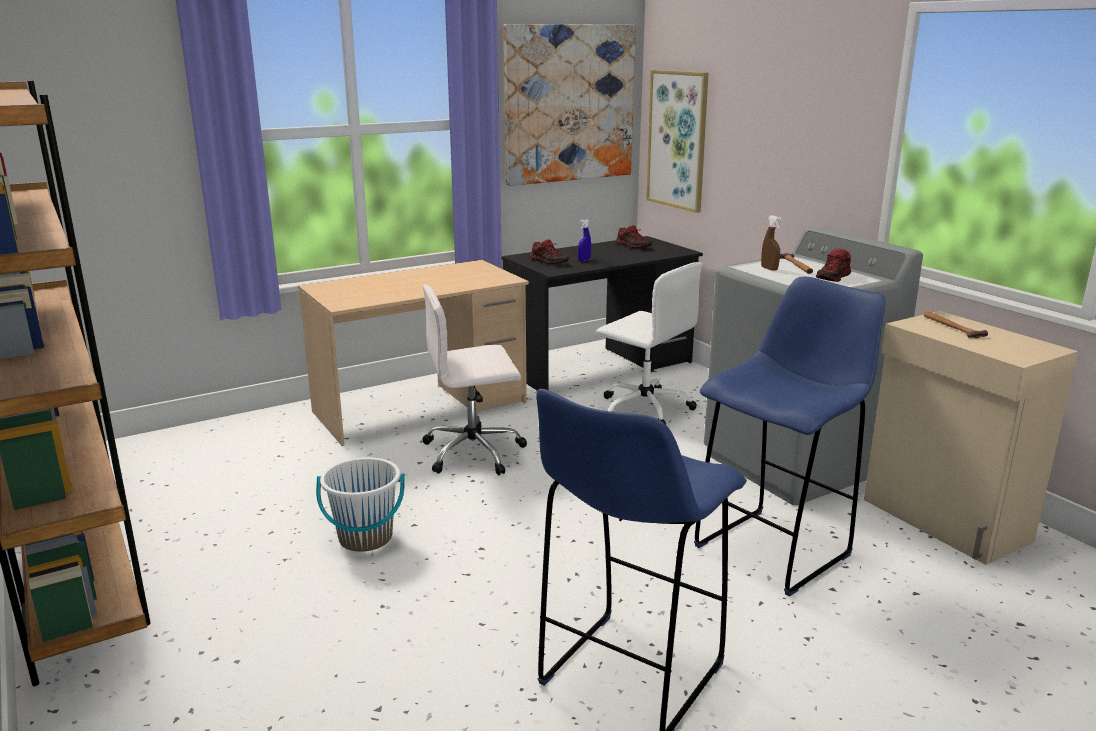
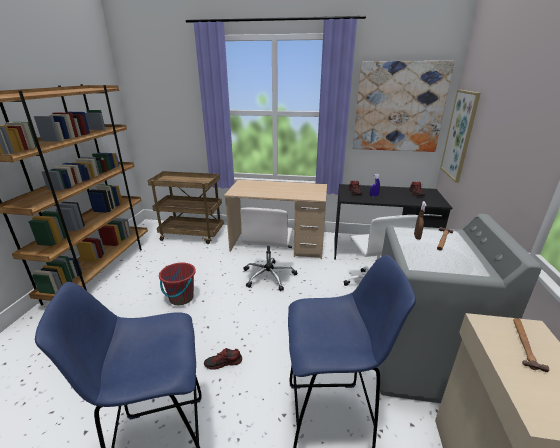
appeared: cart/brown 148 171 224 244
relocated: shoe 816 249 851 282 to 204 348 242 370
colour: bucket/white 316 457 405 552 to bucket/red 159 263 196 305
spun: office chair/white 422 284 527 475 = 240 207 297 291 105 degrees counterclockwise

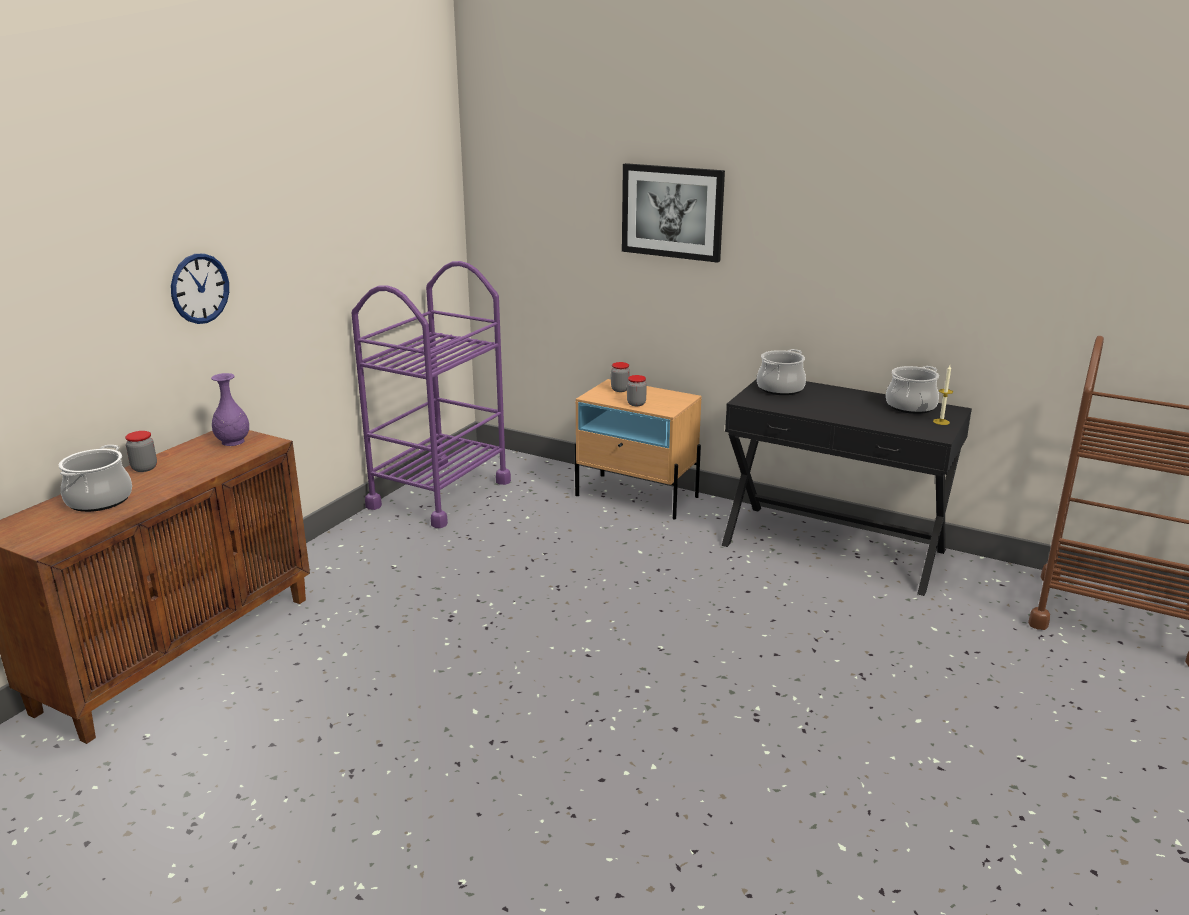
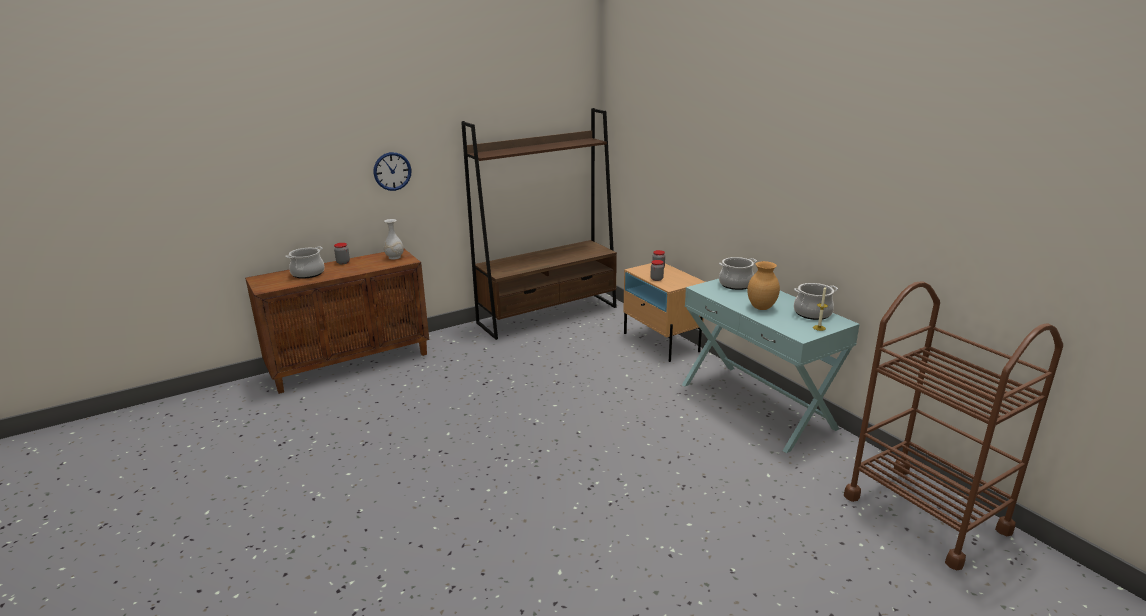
missing: picture 622 163 725 263
appeared: vase/brown 747 261 780 310
exchanged: cart/purple 351 261 511 528 to bookcase/brown 461 108 617 340
colour: vase/purple 211 373 249 446 to vase/white 384 219 404 260; console table/black 722 379 972 596 to console table/turquoise 682 279 860 453

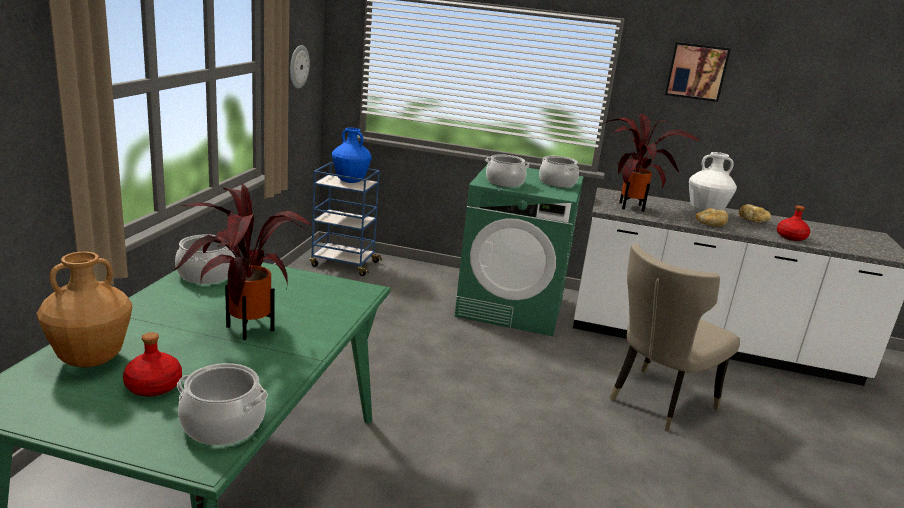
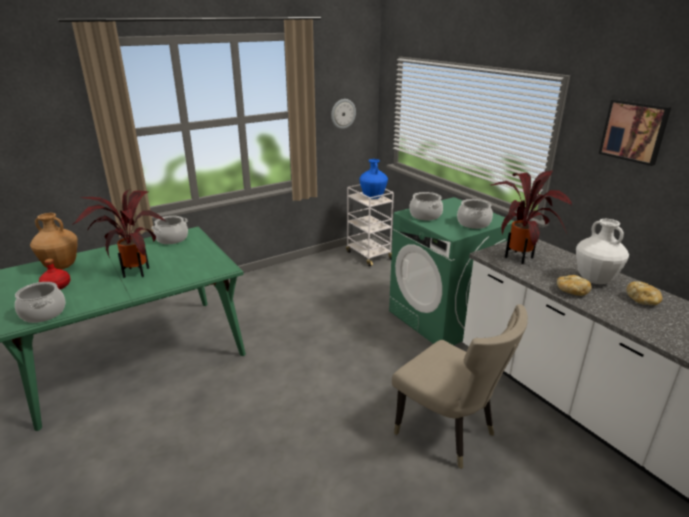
missing: bottle/red 777 205 810 241
colour: cart/blue 310 162 382 276 to cart/white 346 184 394 266
spun: chair/beige 609 244 740 432 = 392 304 528 469 135 degrees counterclockwise

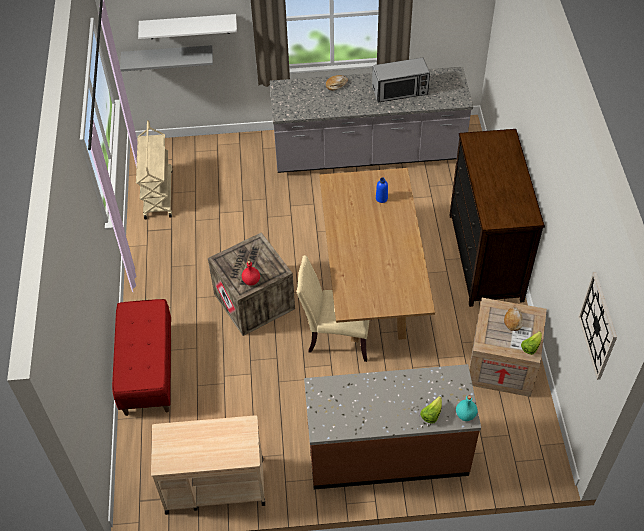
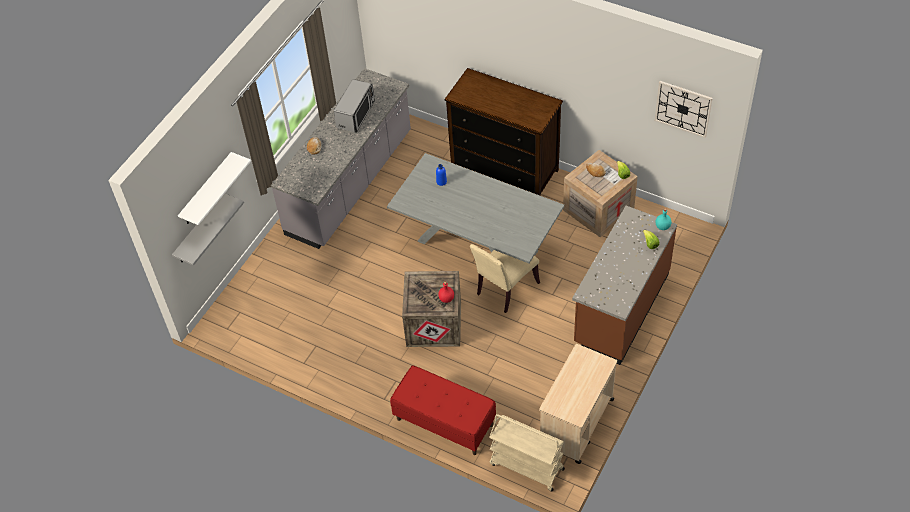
relocated: cart/beige 136 120 172 219 to 489 414 565 492
colour: dining table/brown 319 168 435 342 to dining table/grey 387 153 564 263

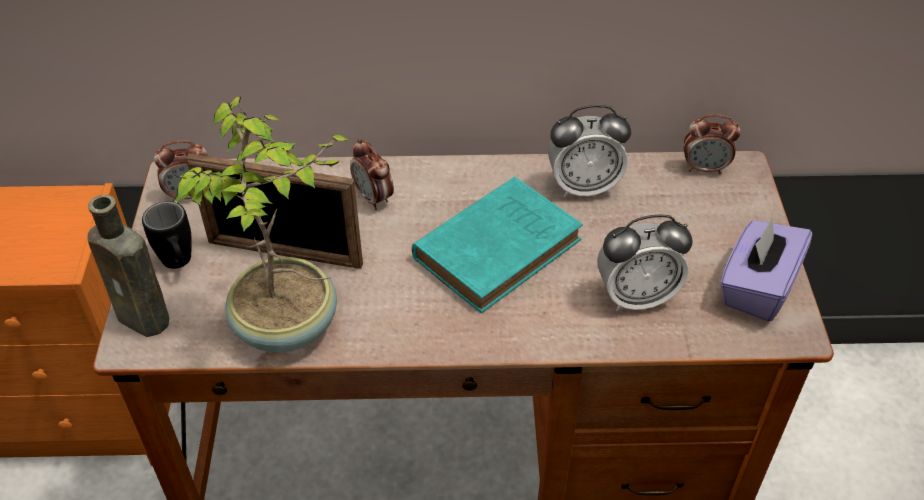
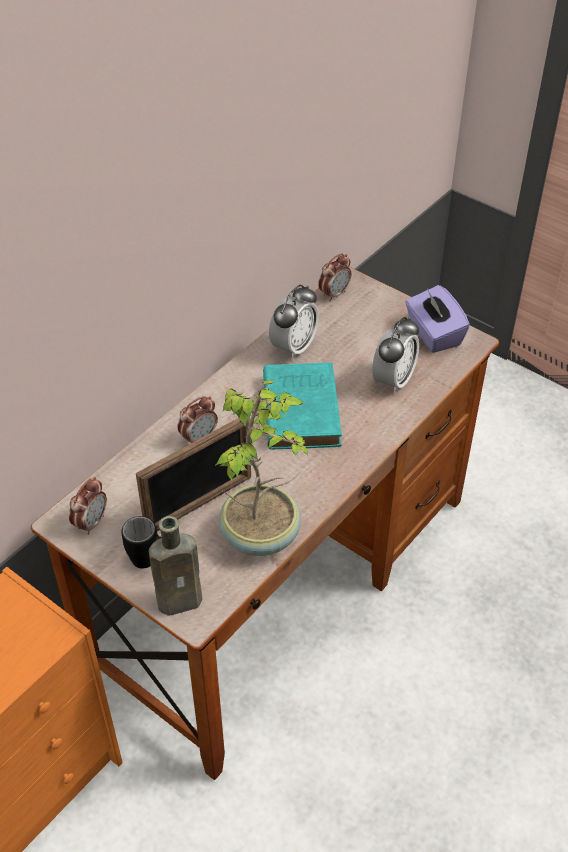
spun: alarm clock 350 139 394 210 = 177 396 218 443 45 degrees counterclockwise

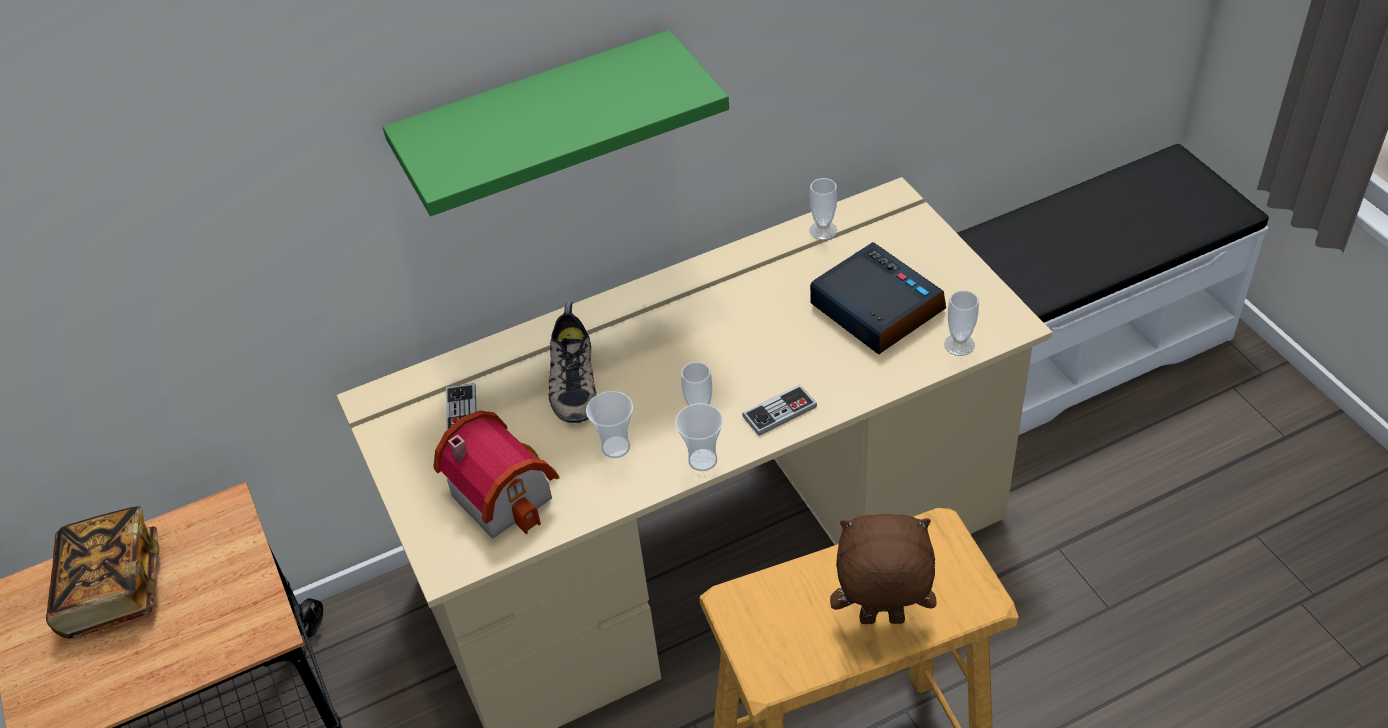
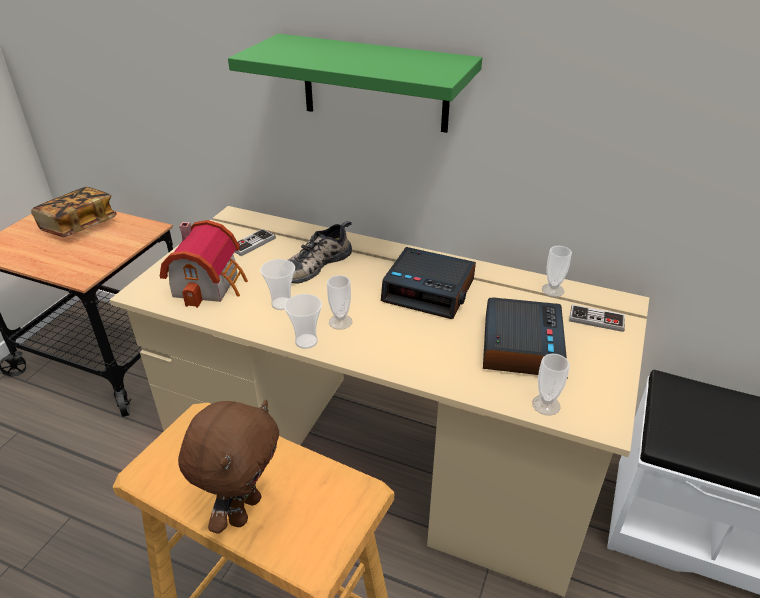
appeared: alarm clock 381 247 476 319
relocated: game controller 742 385 817 436 to 569 304 625 332
spun: plush toy/brown 830 514 936 624 = 178 400 279 534 60 degrees clockwise

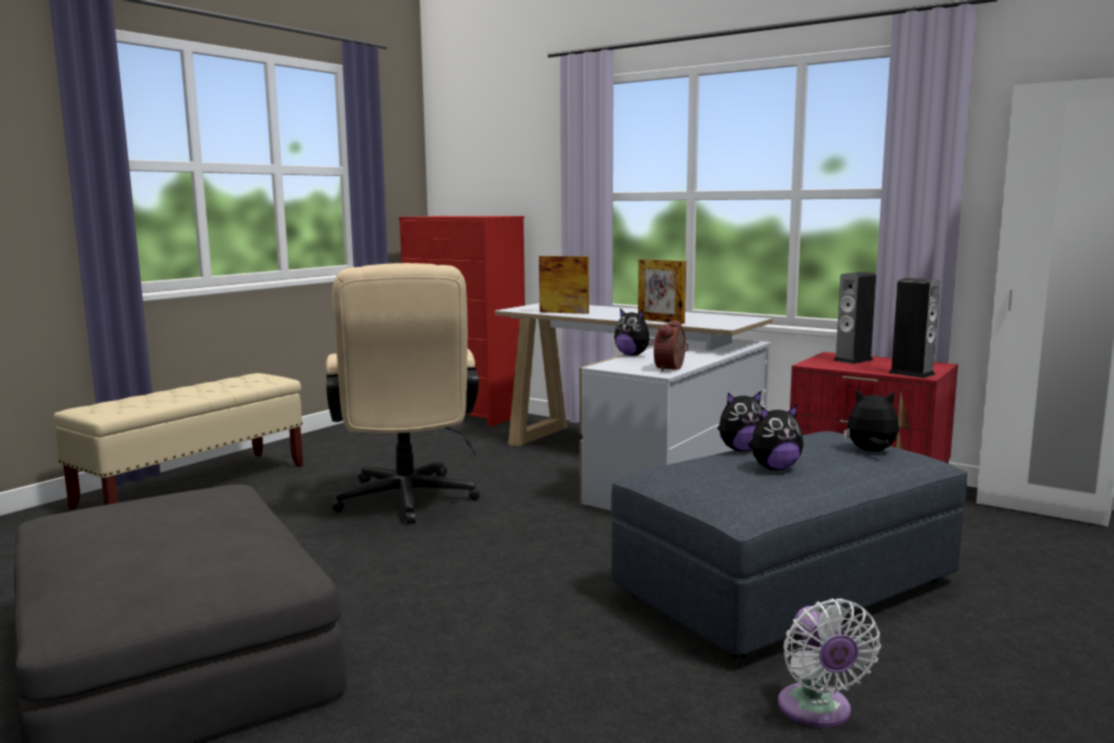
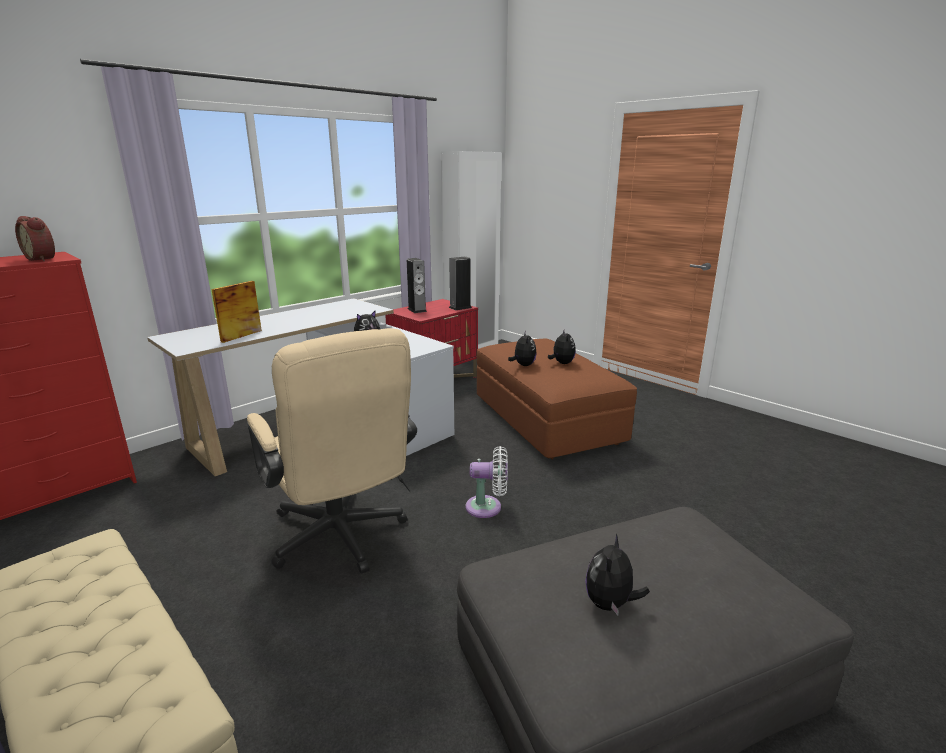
missing: picture frame 638 259 686 324
relocated: alarm clock 654 320 688 372 to 15 216 55 261; plush toy 843 389 899 451 to 585 534 650 617; fan/white 778 599 881 728 to 465 446 508 518
colour: ottoman/grey 611 431 967 658 to ottoman/brown 477 338 637 459
spun: office chair/beige 326 263 480 524 = 247 328 417 574 60 degrees clockwise

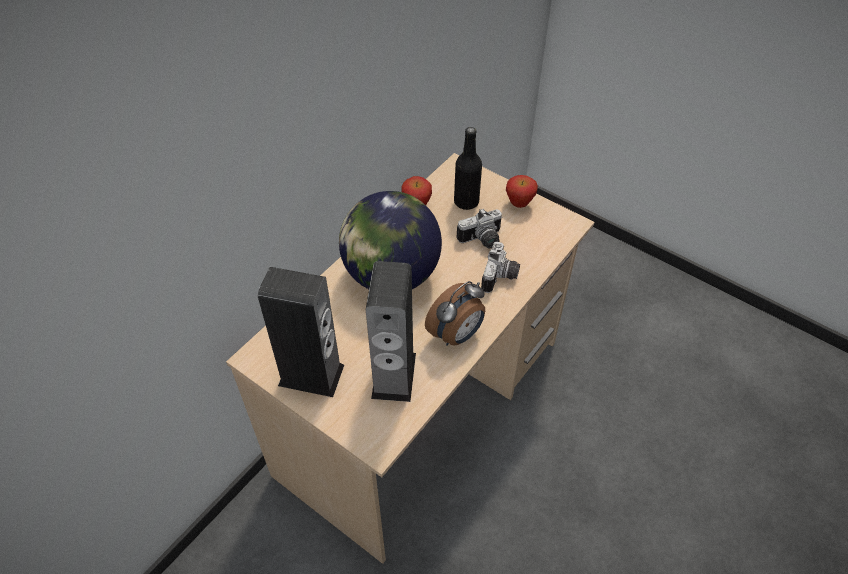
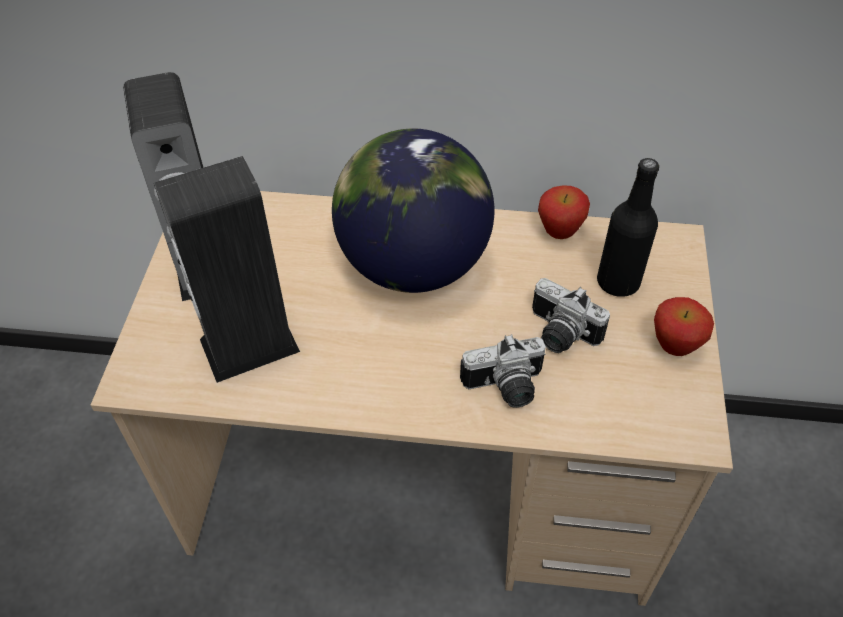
missing: alarm clock 425 281 485 346

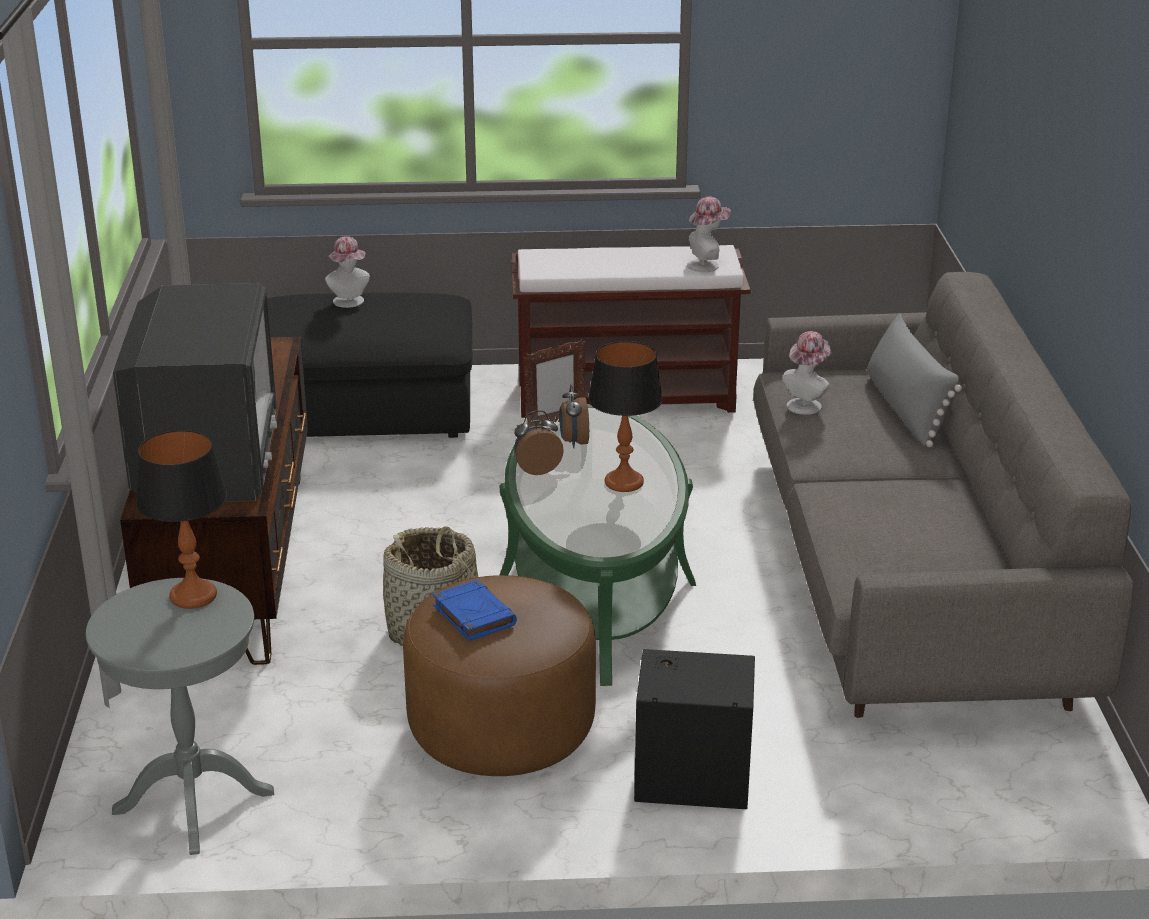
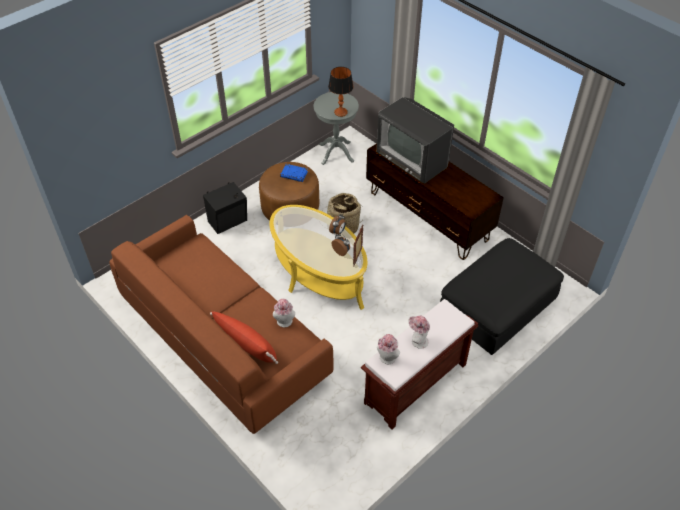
missing: table lamp 588 341 663 492
relocated: hat 325 236 370 308 to 408 315 430 349
colour: sofa/grey 753 272 1134 718 to sofa/brown 109 215 333 434; pillow/grey 867 313 962 447 to pillow/red 210 312 278 364; coffee table/green 500 404 696 686 to coffee table/yellow 270 205 367 310

